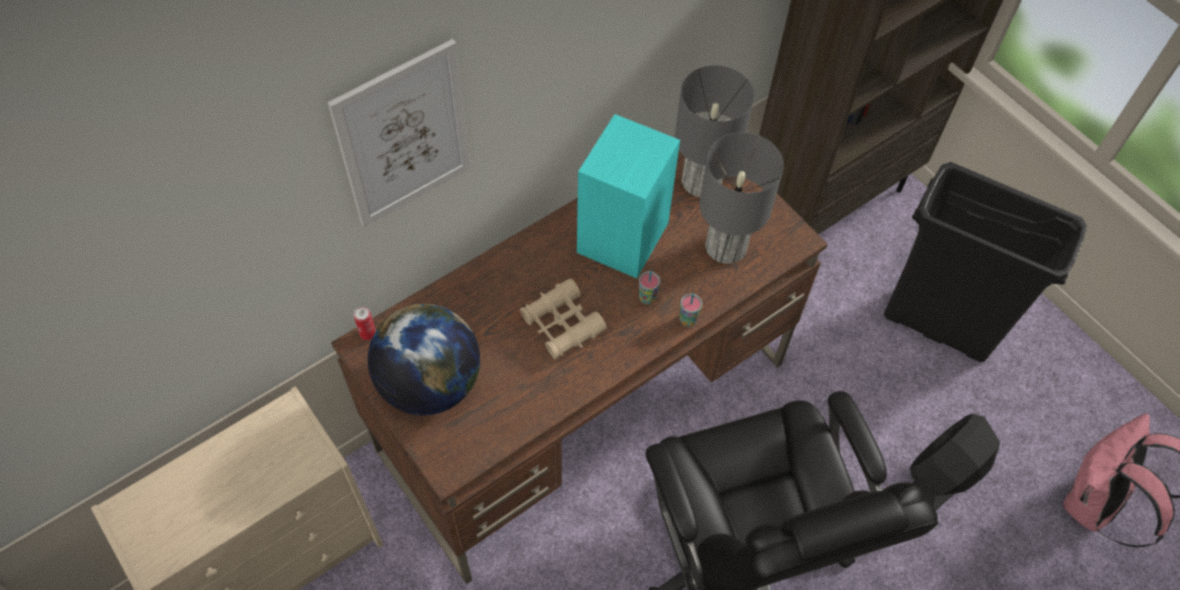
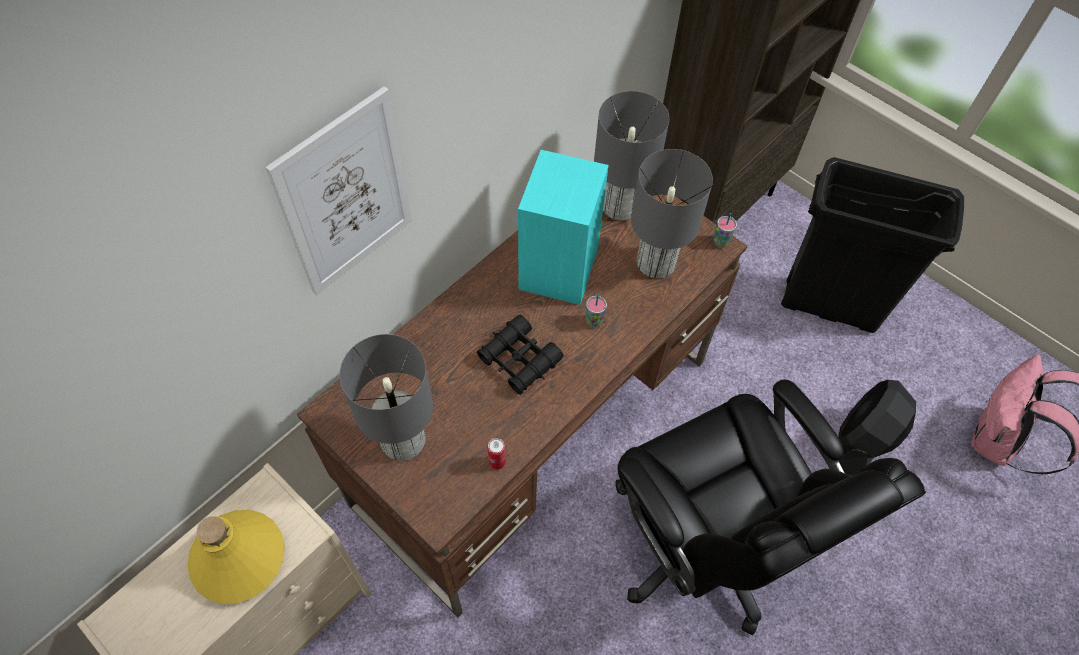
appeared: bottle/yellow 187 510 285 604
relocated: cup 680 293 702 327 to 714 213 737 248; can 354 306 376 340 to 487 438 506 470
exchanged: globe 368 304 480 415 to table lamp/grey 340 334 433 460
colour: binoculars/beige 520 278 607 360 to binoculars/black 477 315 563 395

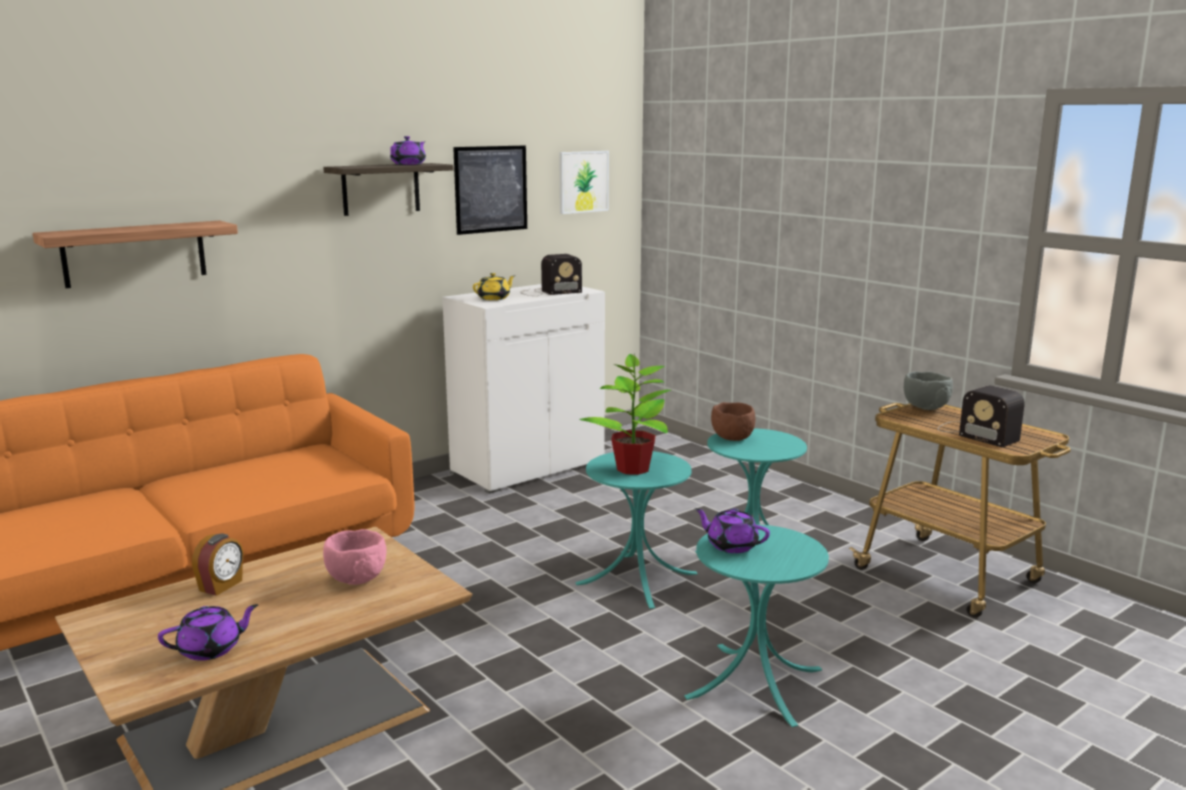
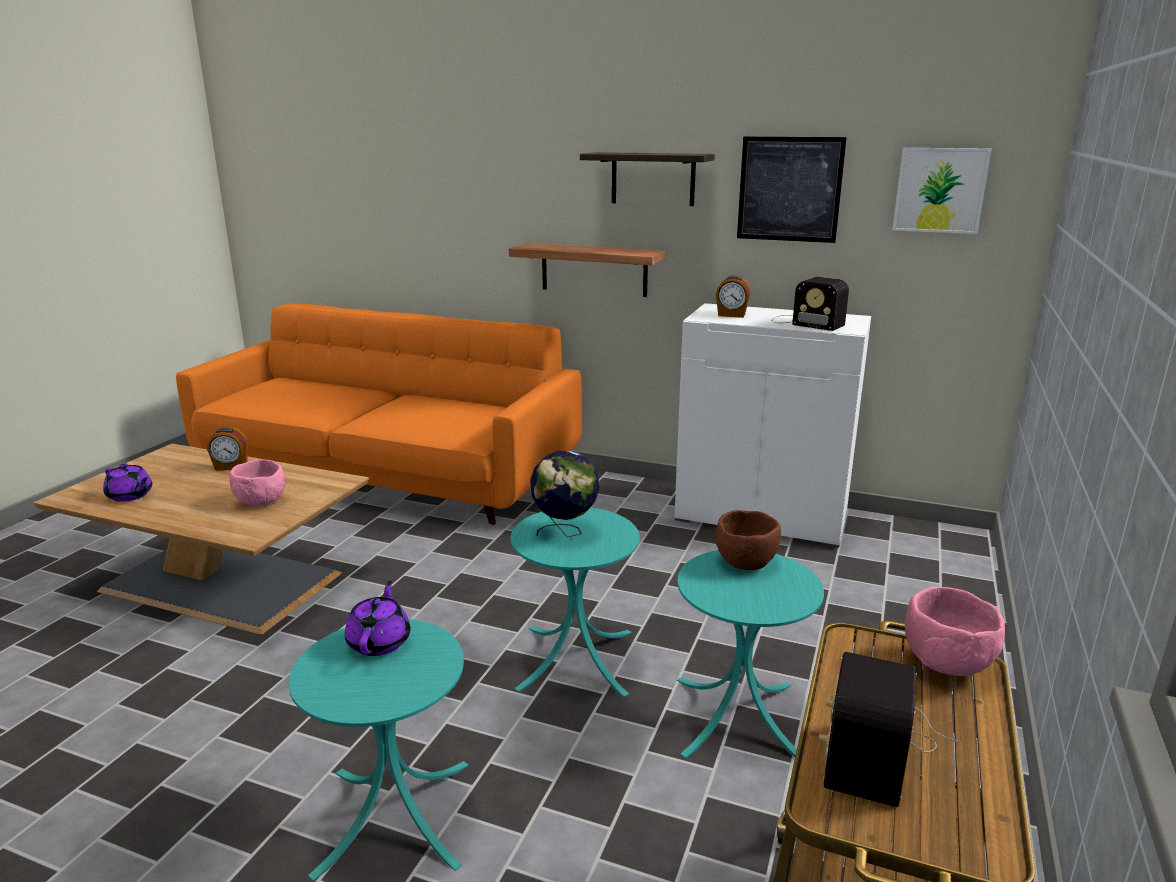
missing: teapot/purple 390 136 426 165
relocated: shelf 33 221 238 288 to 509 243 665 297
exchanged: teapot/yellow 473 273 515 300 to alarm clock 716 275 750 318; potted plant 579 354 671 475 to globe 530 451 599 538
colour: bowl/grey 904 371 953 410 to bowl/pink 905 587 1005 676

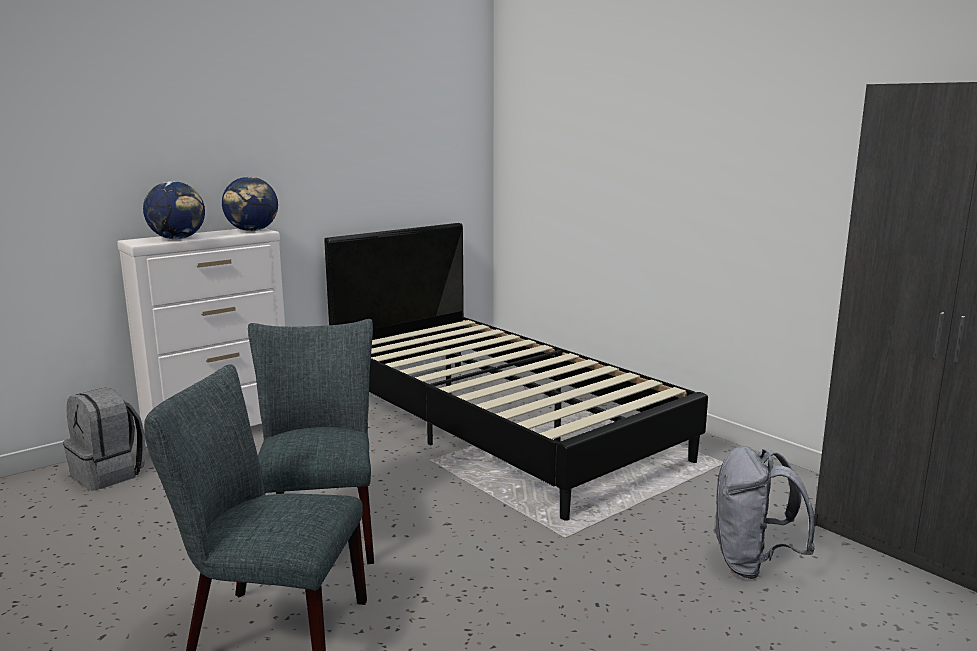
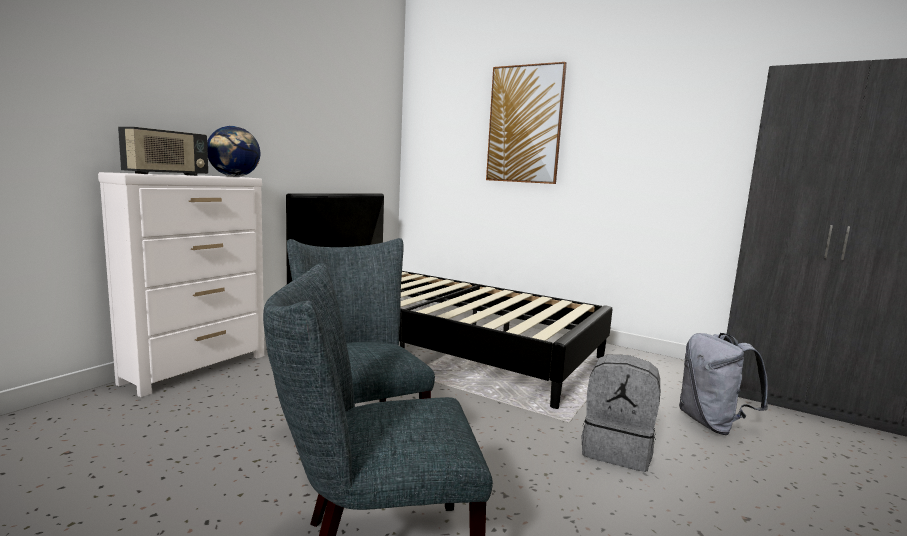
appeared: picture 486 62 567 184
relocated: backpack/grey 63 388 146 491 to 582 355 661 472
exchanged: globe 143 181 205 240 to radio 118 127 208 176

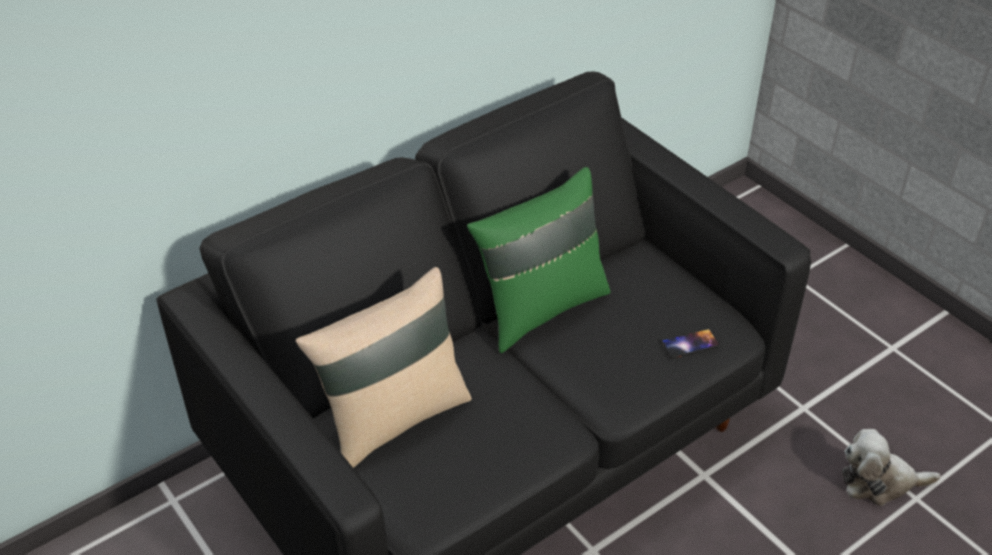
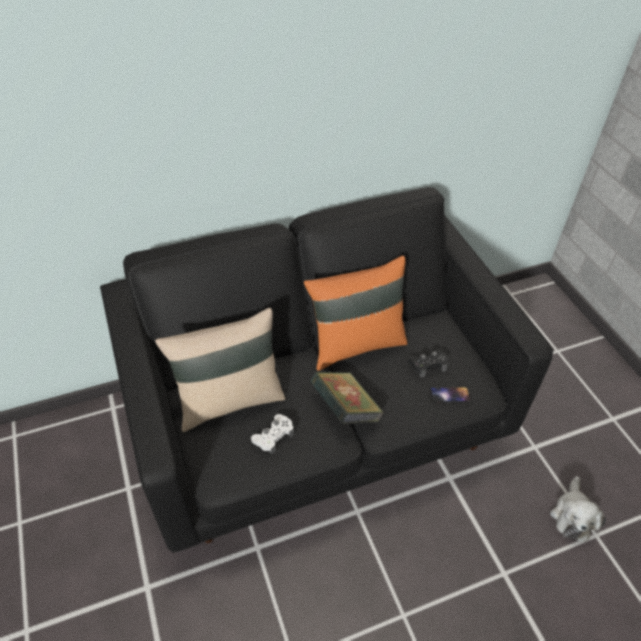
appeared: game controller/black 408 349 448 378; book 311 372 384 424; game controller/white 251 414 294 455
colour: pillow/green 467 167 610 353 to pillow/orange 304 256 407 371
spun: plush toy 842 429 941 506 = 550 476 606 542 90 degrees counterclockwise

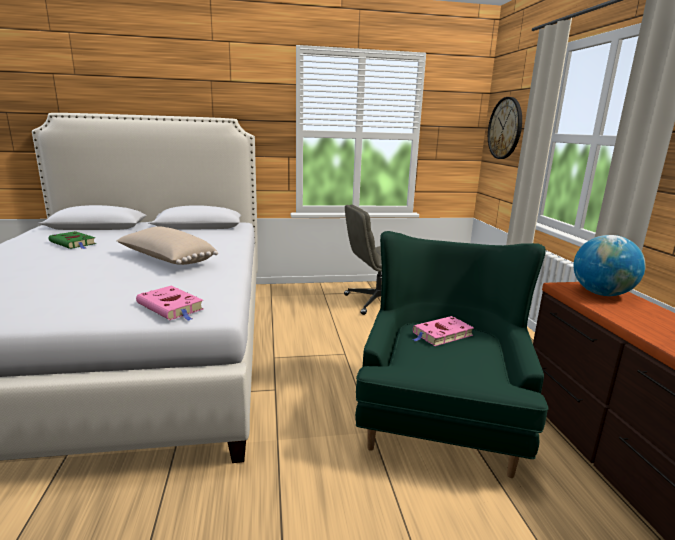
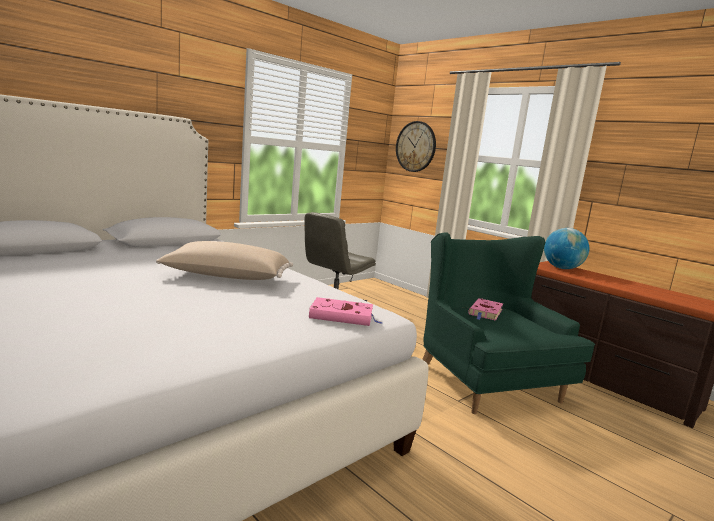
missing: book/green 49 231 96 249

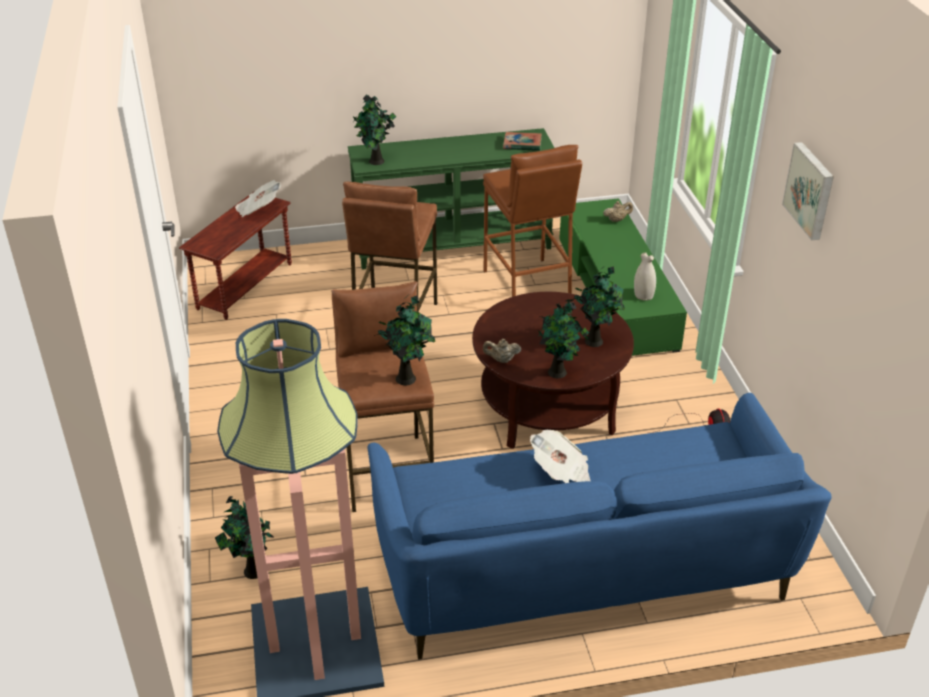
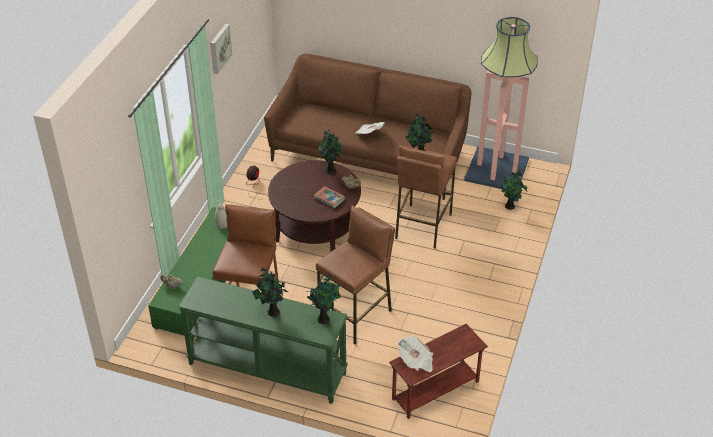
relocated: book 503 132 542 151 to 314 186 345 209; potted plant 571 265 625 347 to 252 267 288 317
colour: sofa/blue 367 393 832 659 to sofa/brown 264 54 472 200

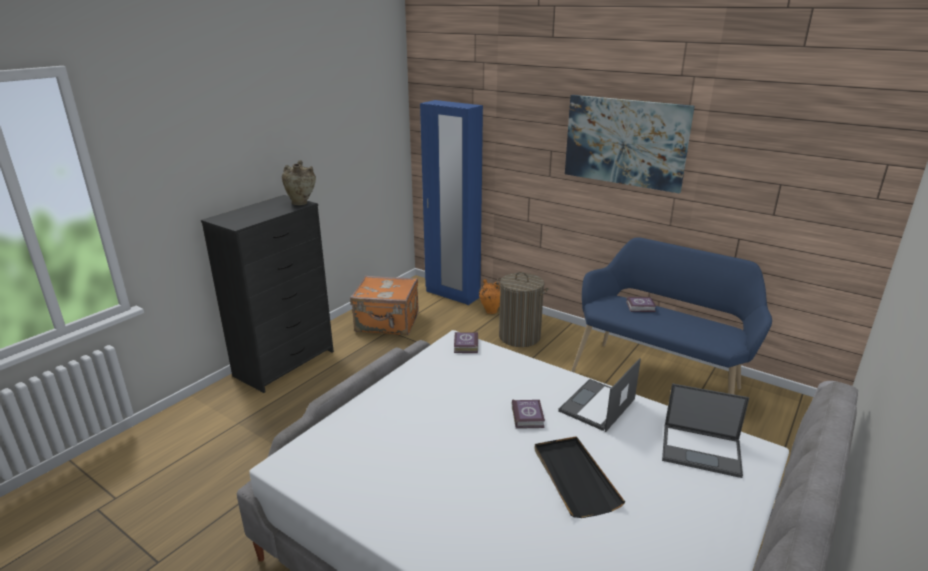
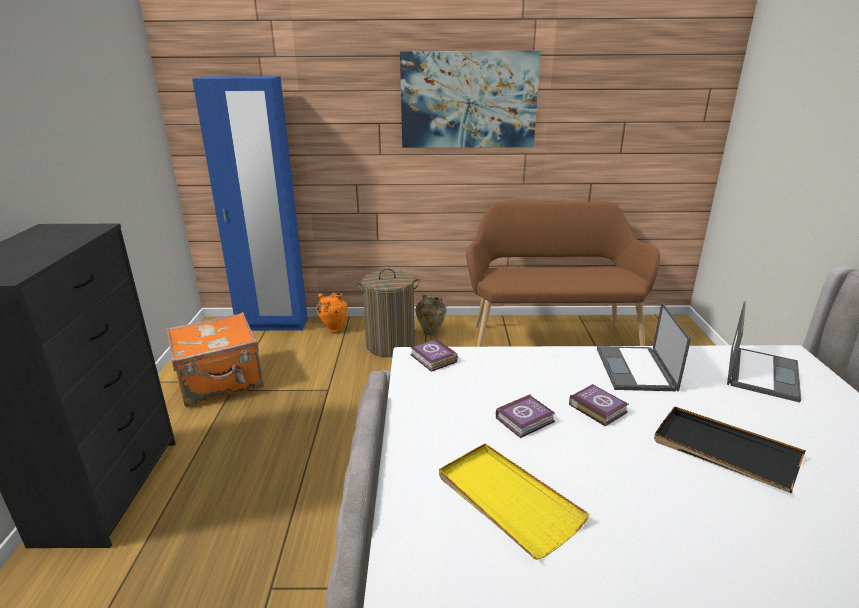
appeared: tray/yellow 439 443 590 560
relocated: vase/beige 282 160 316 205 to 415 293 446 335; book 626 297 656 312 to 496 394 555 438
colour: bench/blue 571 237 772 394 to bench/brown 466 202 660 347
spun: laptop 662 383 749 478 = 727 301 801 402 45 degrees counterclockwise

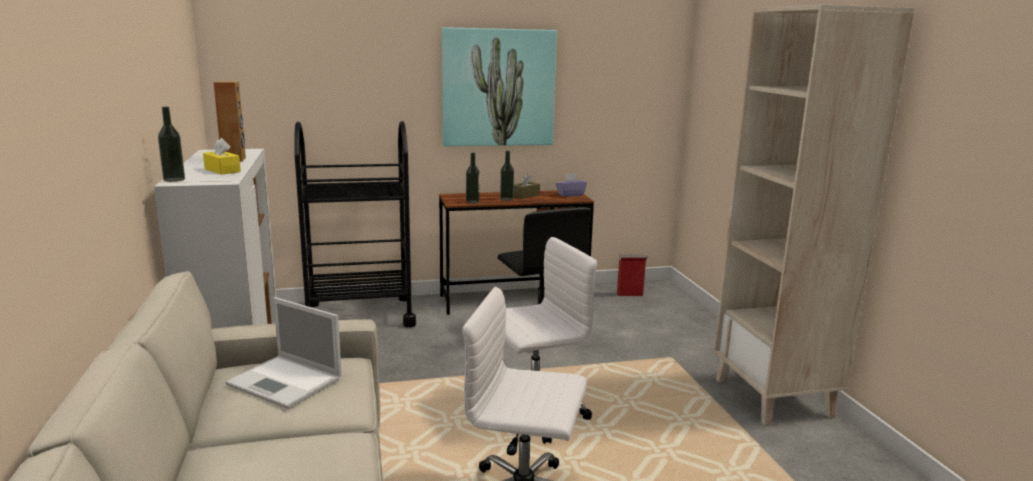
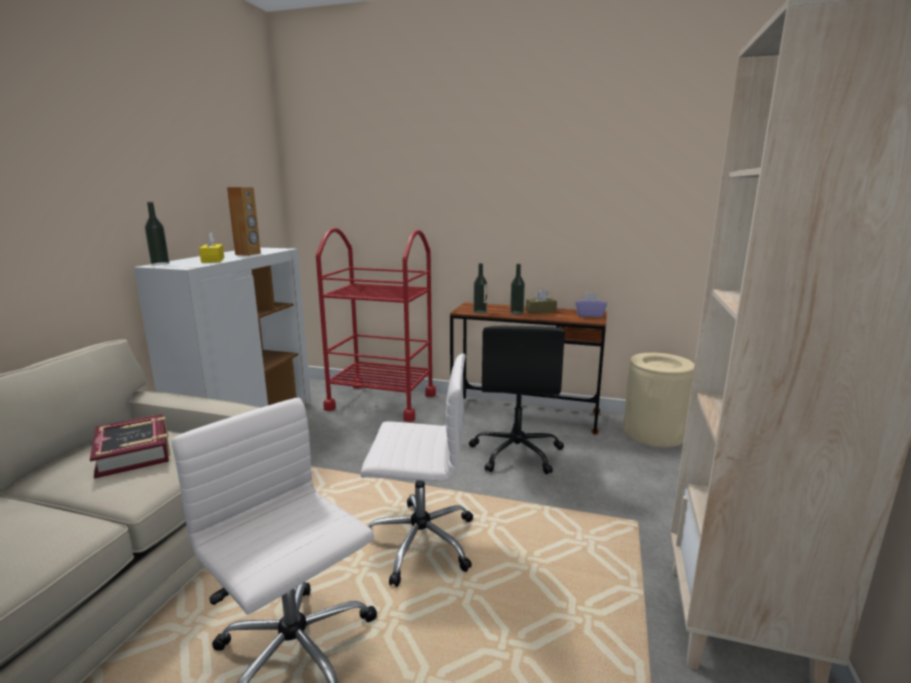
missing: picture 442 27 557 146
exchanged: cardboard box 616 254 648 296 to trash can/beige 623 353 694 447; laptop 225 297 342 409 to book 90 414 171 479
colour: cart/black 294 121 416 327 to cart/red 316 228 436 422

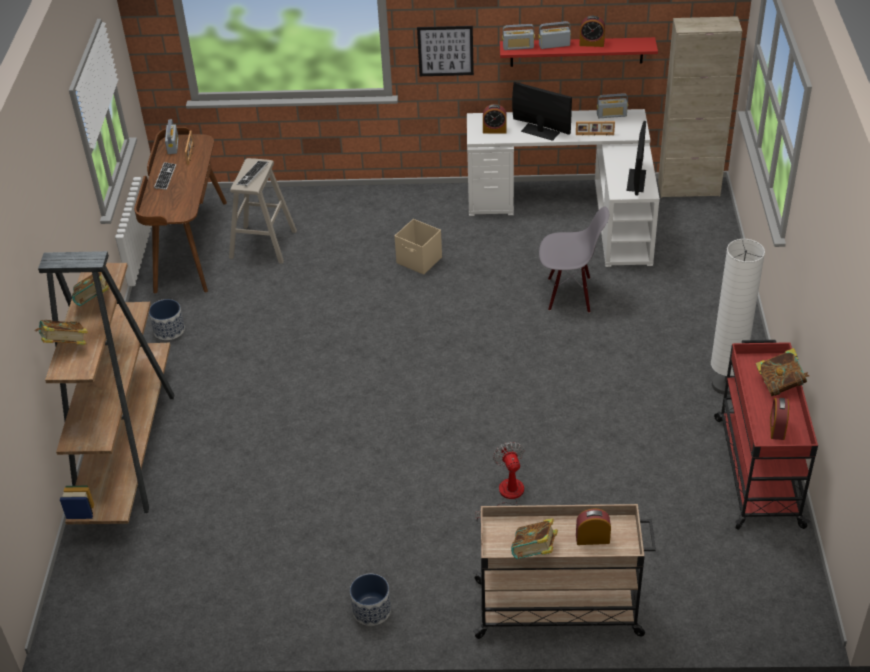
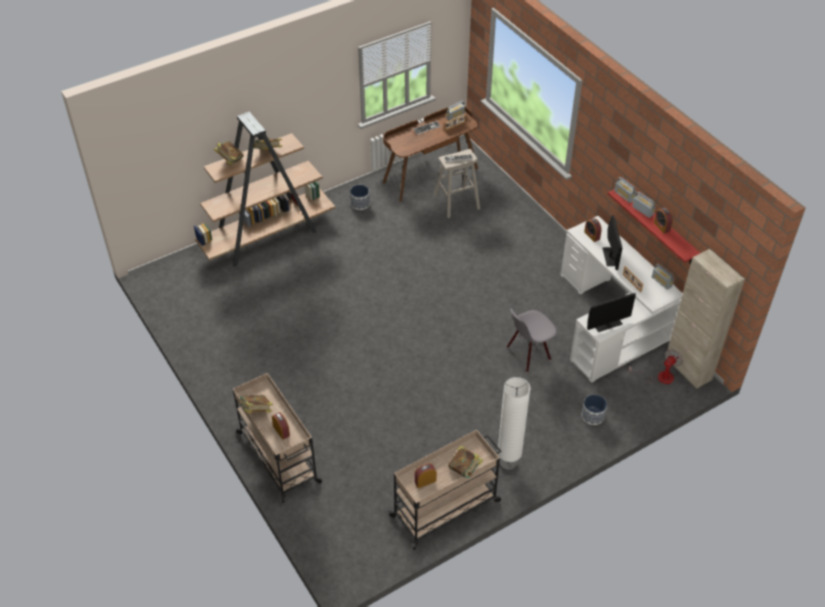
missing: picture 417 26 474 76; storage box/beige 394 219 442 275
relocated: fan 475 442 524 521 to 628 349 683 385; planter 350 574 391 626 to 582 395 607 425
colour: cart/red 714 340 818 530 to cart/beige 388 430 501 550
spun: chair/grey 539 207 609 313 = 507 308 557 373 90 degrees clockwise

